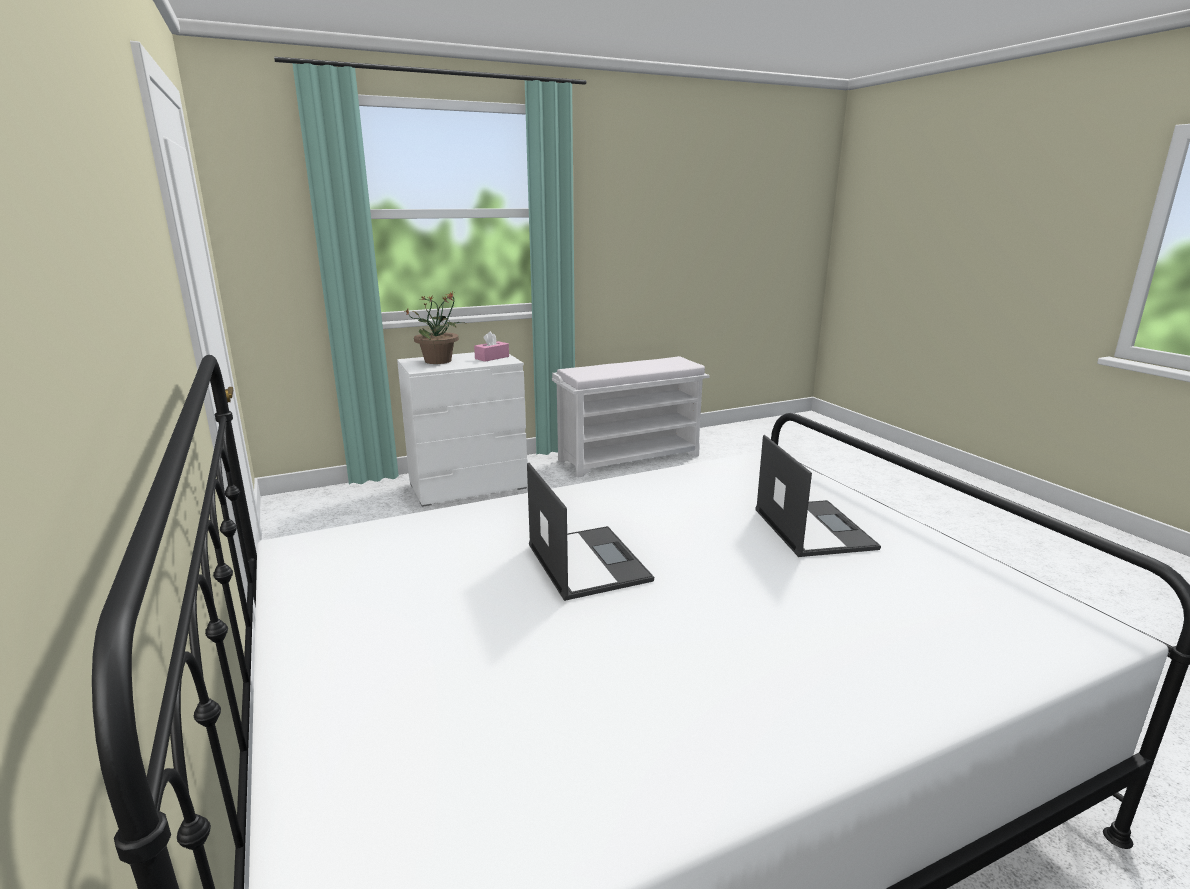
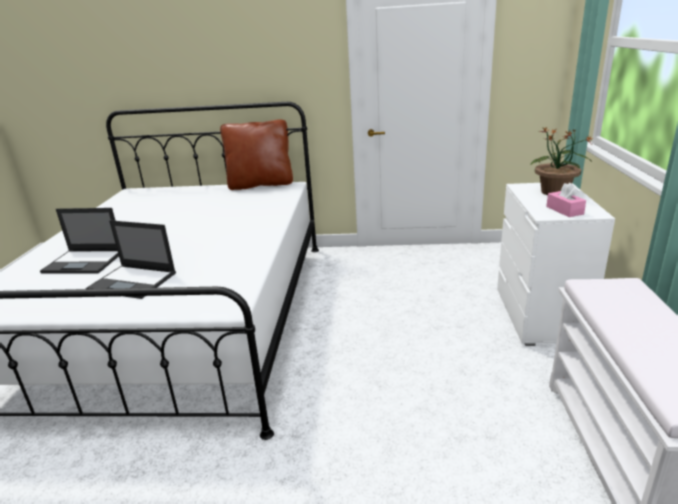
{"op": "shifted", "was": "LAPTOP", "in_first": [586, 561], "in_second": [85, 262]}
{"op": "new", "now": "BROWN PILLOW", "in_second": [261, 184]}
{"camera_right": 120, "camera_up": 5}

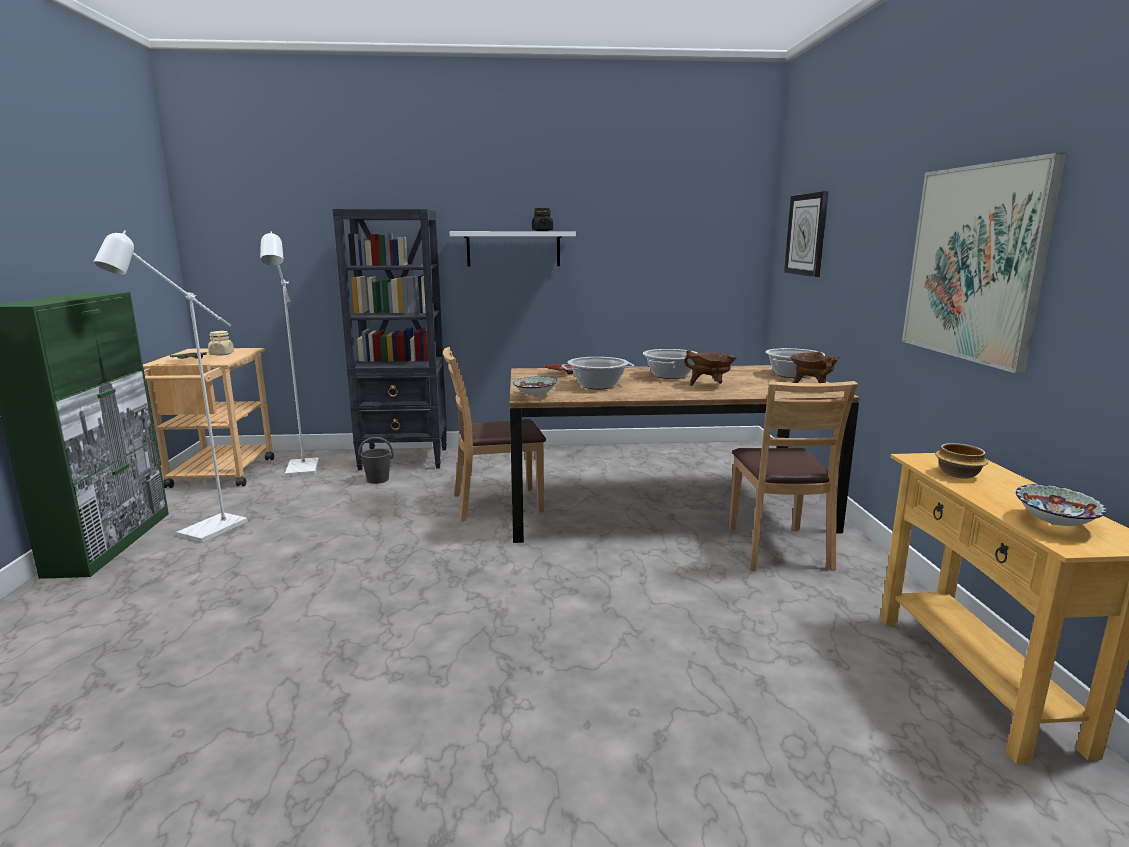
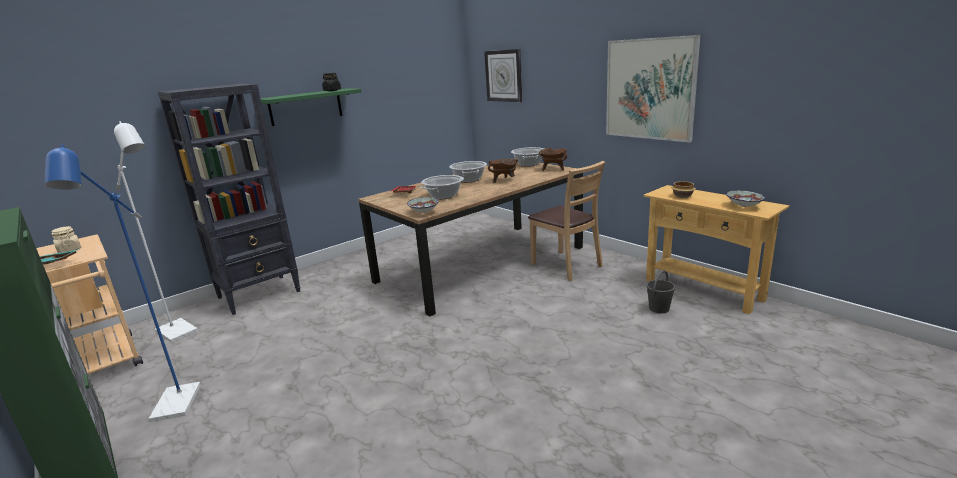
{"op": "repainted", "was": "WHITE FLOOR LAMP", "now": "BLUE FLOOR LAMP", "in_first": [203, 533], "in_second": [173, 409]}
{"op": "shifted", "was": "GREY BUCKET", "in_first": [377, 480], "in_second": [659, 309]}
{"op": "gone", "was": "BROWN CHAIR", "in_first": [496, 504]}
{"op": "repainted", "was": "WHITE SHELF", "now": "GREEN SHELF", "in_first": [513, 249], "in_second": [305, 107]}
{"camera_right": -35, "camera_up": 5}

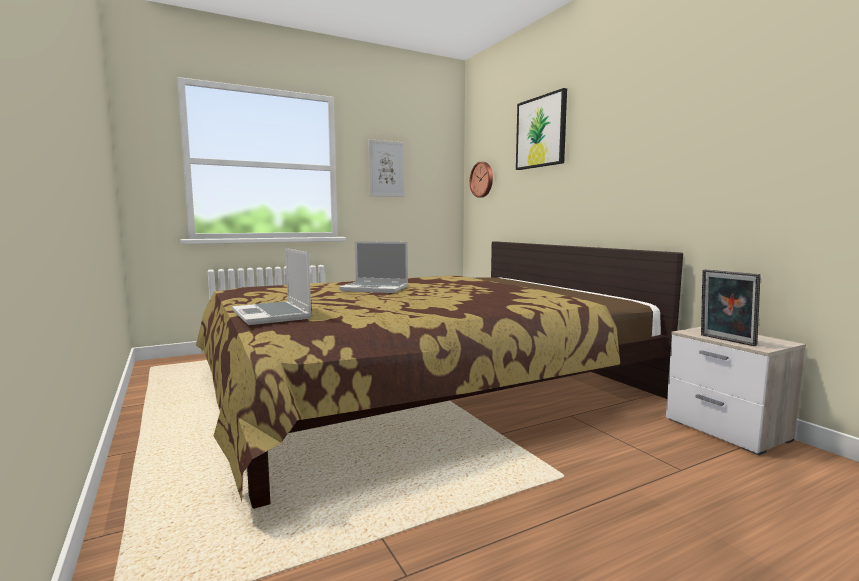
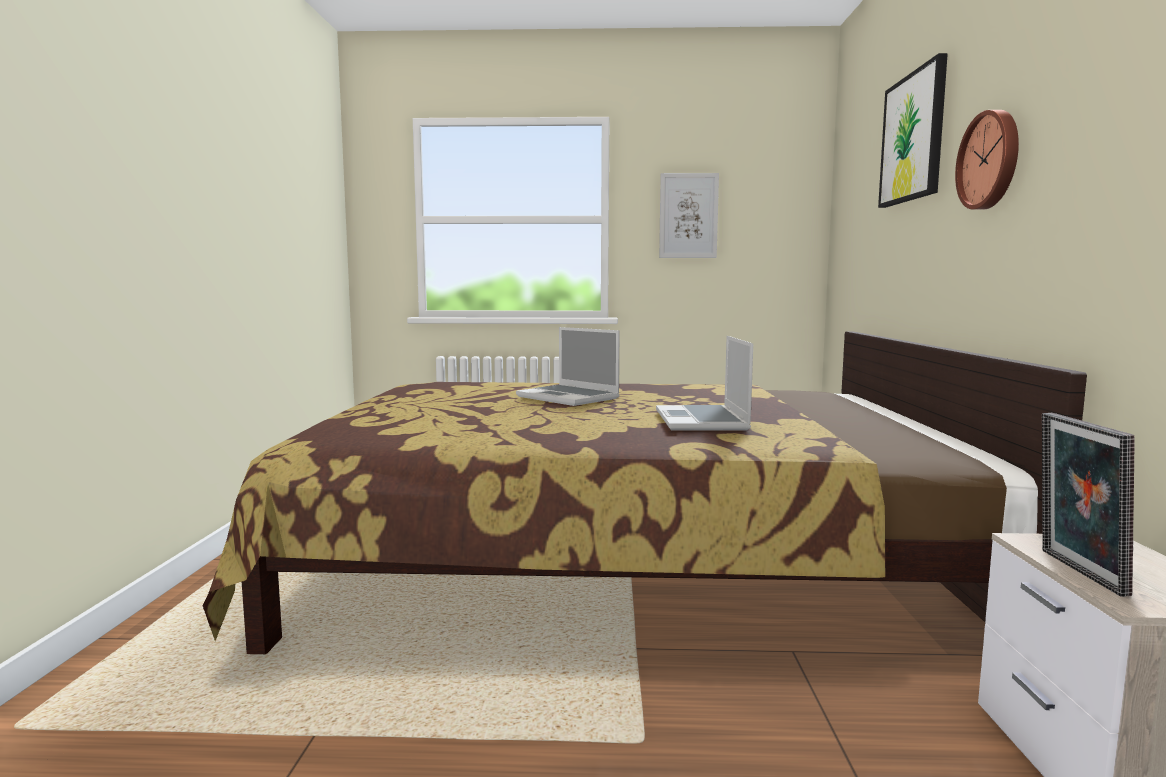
{"op": "shifted", "was": "LAPTOP", "in_first": [272, 315], "in_second": [702, 421]}
{"op": "shifted", "was": "WALL CLOCK", "in_first": [482, 179], "in_second": [990, 160]}
{"camera_right": 30, "camera_up": 0}

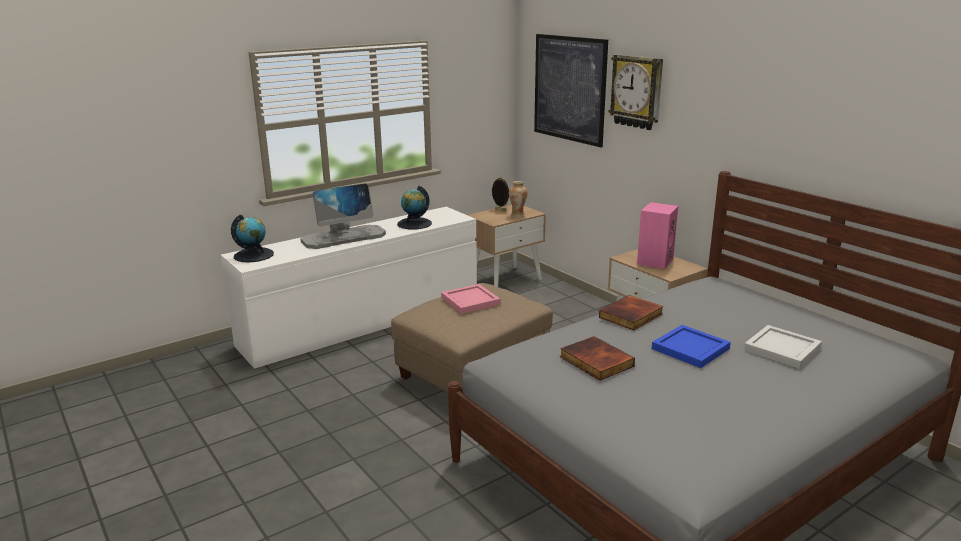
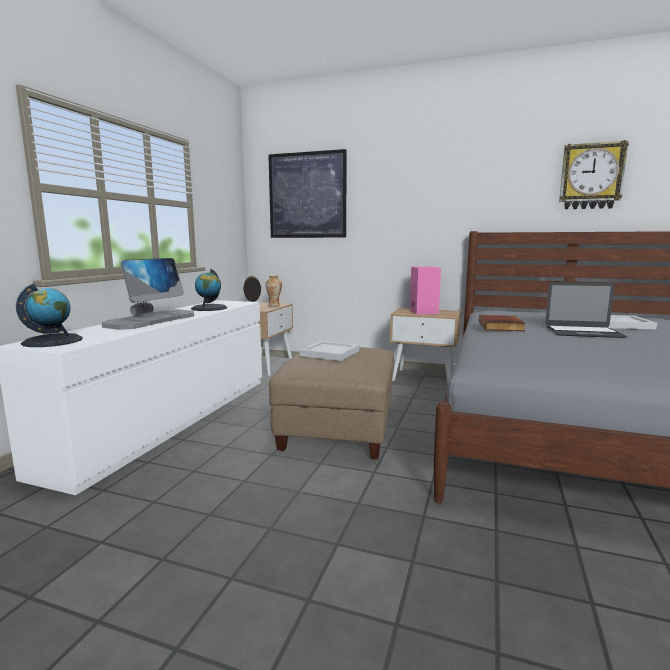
{"op": "repainted", "was": "PINK TRAY", "now": "WHITE TRAY", "in_first": [471, 301], "in_second": [331, 353]}
{"op": "gone", "was": "BOOK", "in_first": [595, 361]}
{"op": "shifted", "was": "WALL CLOCK", "in_first": [637, 91], "in_second": [591, 176]}
{"op": "swapped", "was": "BLUE TRAY", "now": "LAPTOP", "in_first": [691, 349], "in_second": [583, 332]}
{"camera_right": -35, "camera_up": -10}

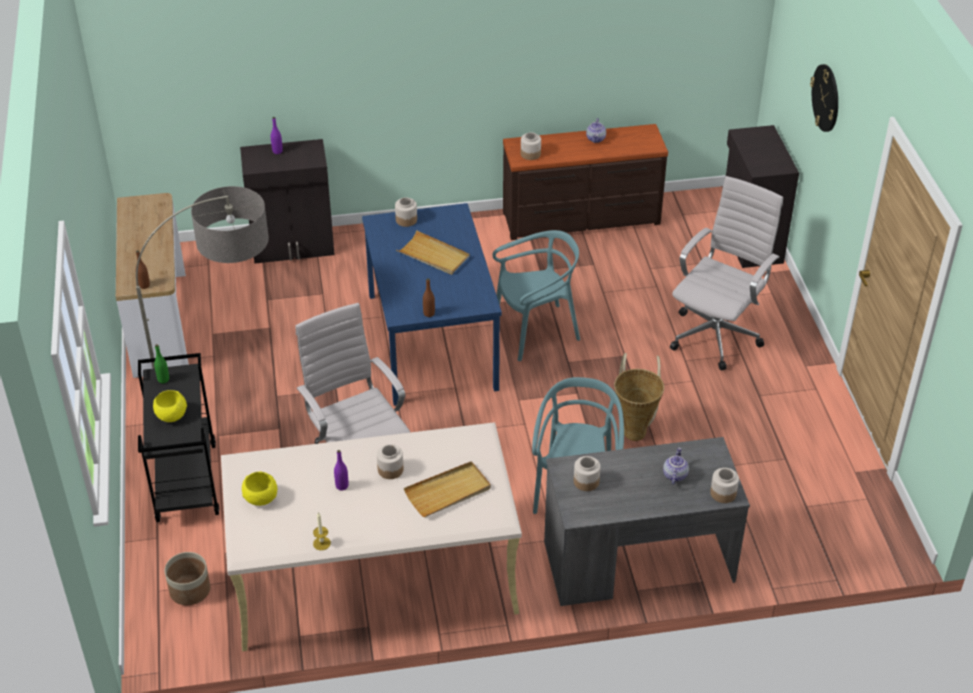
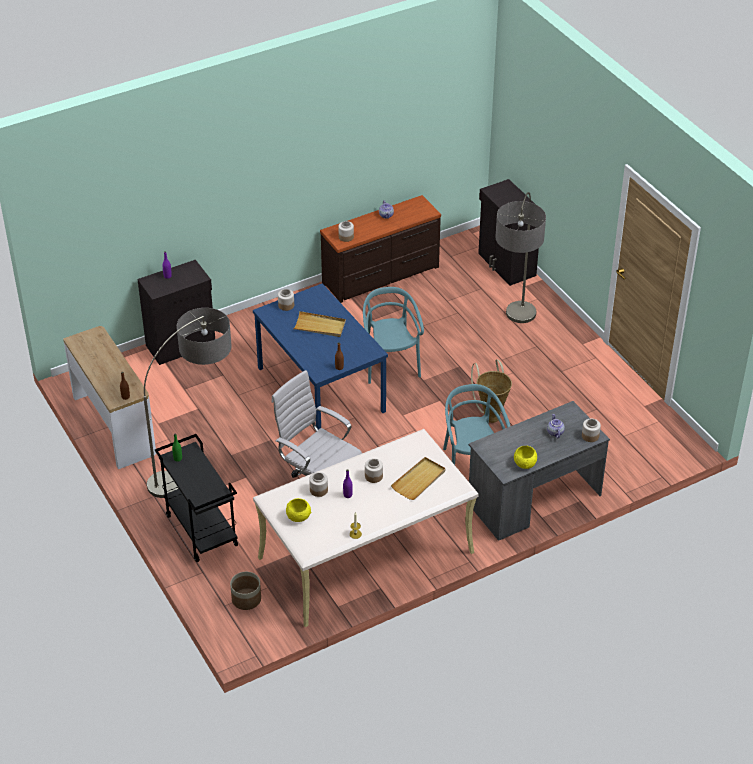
{"op": "shifted", "was": "YELLOW BOWL", "in_first": [172, 415], "in_second": [525, 463]}
{"op": "rotated", "was": "TURQUOISE CHAIR", "in_first": [536, 331], "in_second": [390, 364], "clockwise": -60}
{"op": "shifted", "was": "JAR", "in_first": [586, 482], "in_second": [318, 490]}
{"op": "swapped", "was": "WHITE OFFICE CHAIR", "now": "FLOOR LAMP", "in_first": [717, 334], "in_second": [514, 337]}
{"op": "gone", "was": "WALL CLOCK", "in_first": [826, 98]}
{"camera_right": -20, "camera_up": 0}

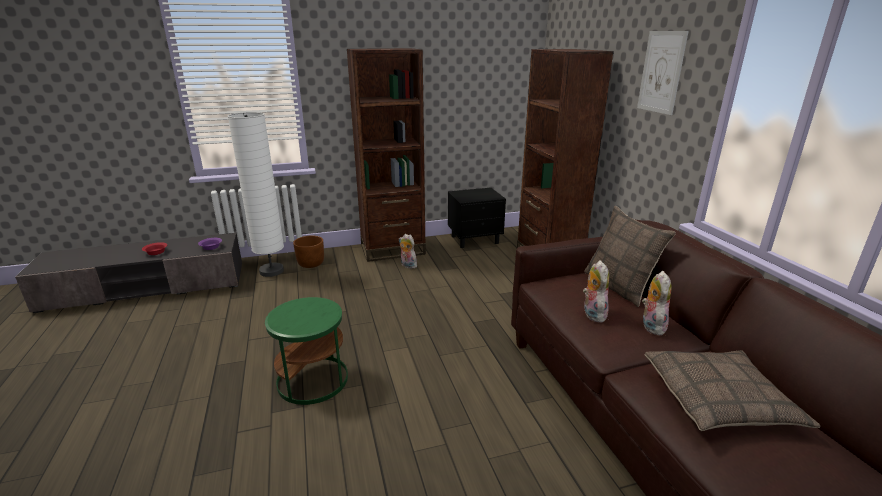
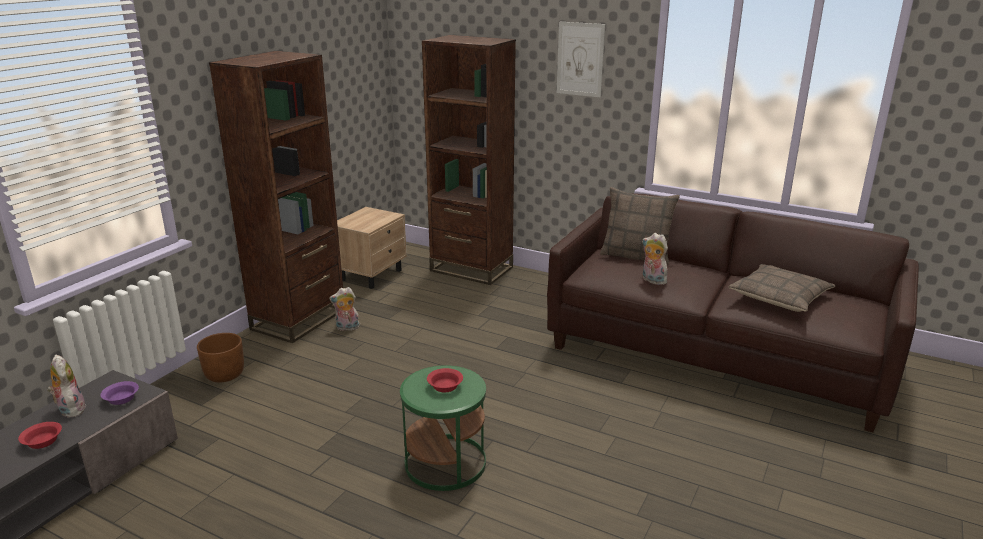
{"op": "gone", "was": "WHITE FLOOR LAMP", "in_first": [271, 271]}
{"op": "repainted", "was": "BLACK NIGHTSTAND", "now": "BEIGE NIGHTSTAND", "in_first": [475, 240], "in_second": [372, 275]}
{"op": "shifted", "was": "PLUSH TOY", "in_first": [651, 325], "in_second": [70, 409]}
{"op": "new", "now": "RED BOWL", "in_second": [444, 386]}
{"camera_right": -45, "camera_up": 0}

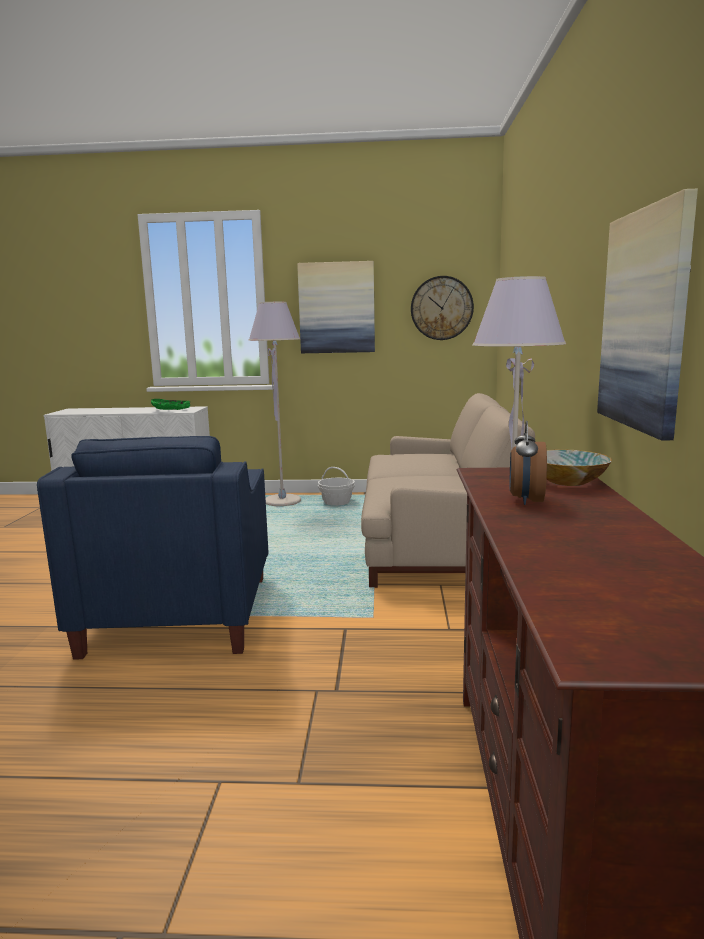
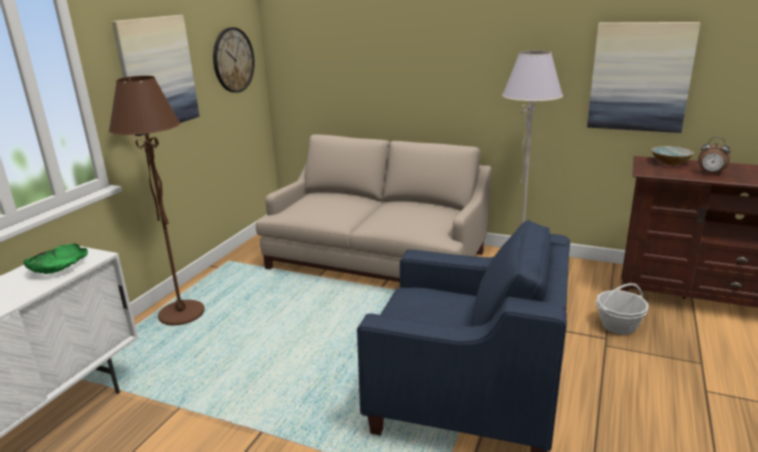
{"op": "repainted", "was": "GREY FLOOR LAMP", "now": "BROWN FLOOR LAMP", "in_first": [282, 501], "in_second": [182, 313]}
{"op": "shifted", "was": "BASKET", "in_first": [336, 502], "in_second": [618, 325]}
{"camera_right": -70, "camera_up": 10}

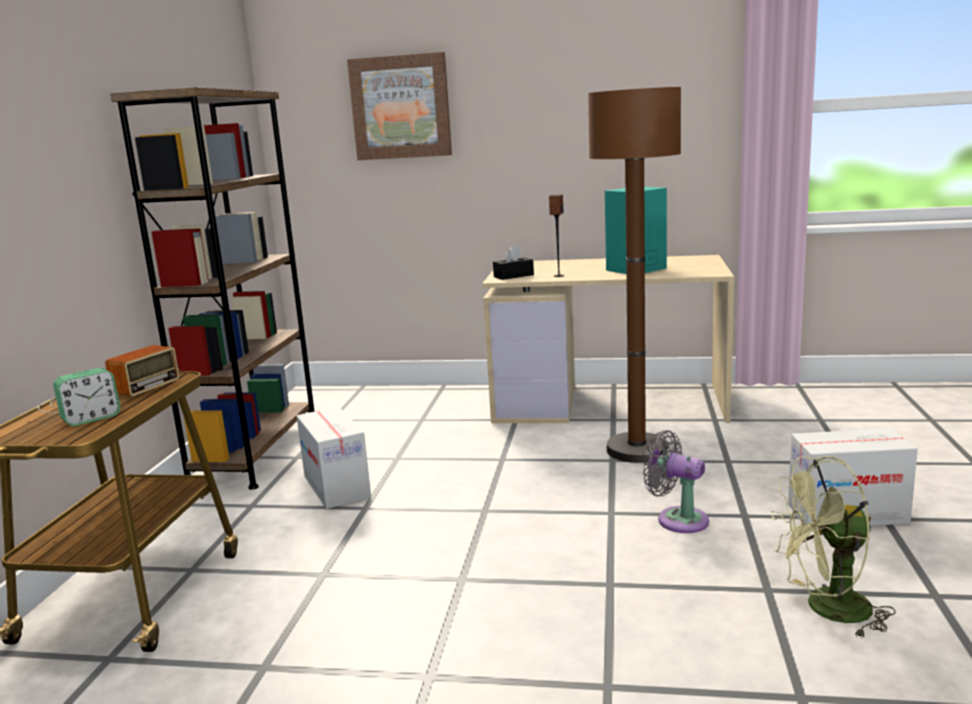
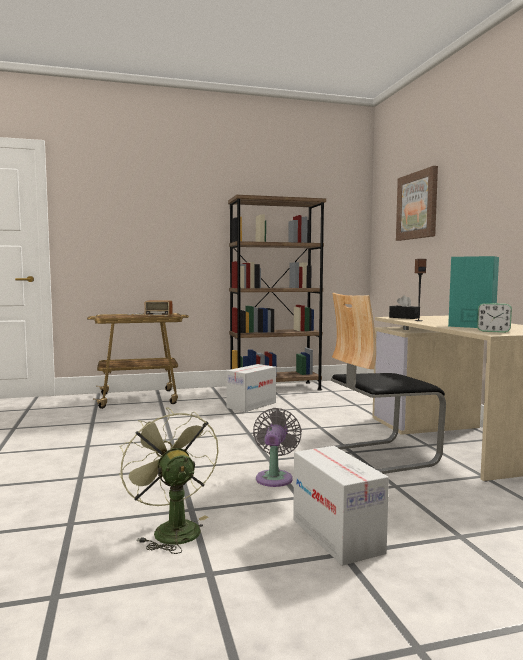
{"op": "shifted", "was": "ALARM CLOCK", "in_first": [91, 418], "in_second": [493, 331]}
{"op": "swapped", "was": "BROWN FLOOR LAMP", "now": "CHAIR", "in_first": [636, 450], "in_second": [378, 456]}
{"camera_right": 65, "camera_up": -10}

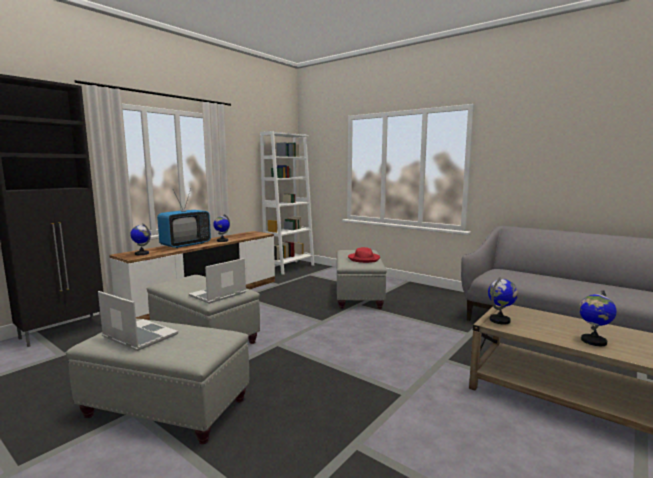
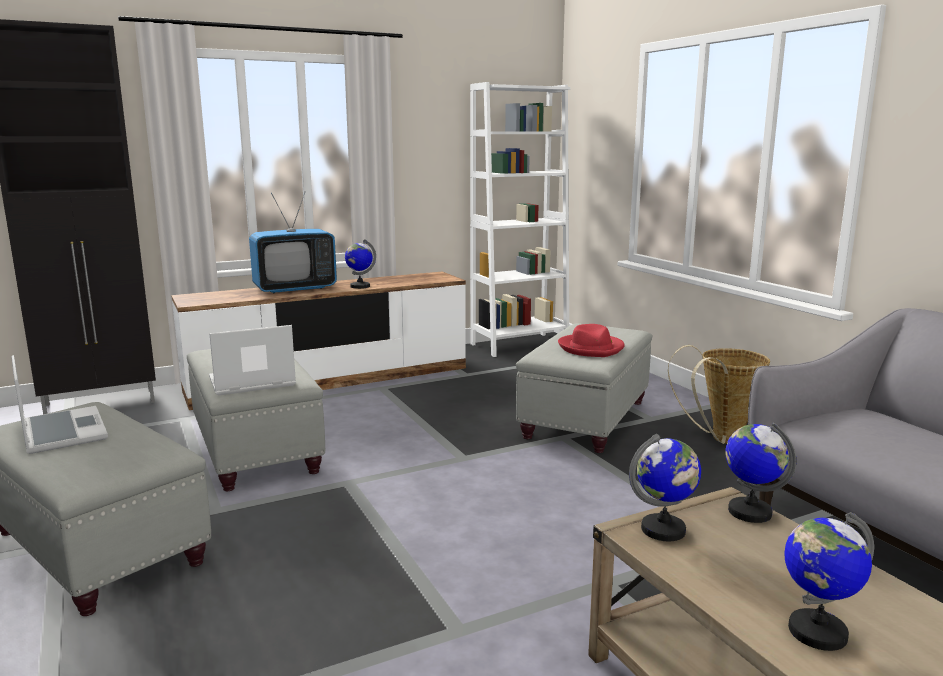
{"op": "shifted", "was": "GLOBE", "in_first": [142, 253], "in_second": [749, 512]}
{"op": "new", "now": "BASKET", "in_second": [720, 439]}
{"camera_right": 25, "camera_up": 5}

